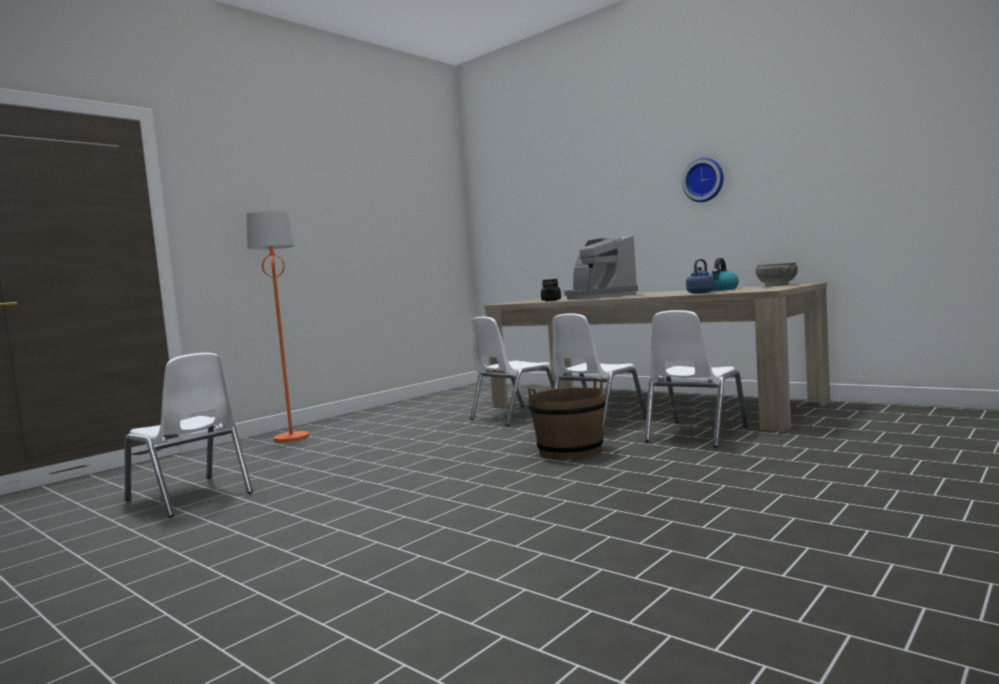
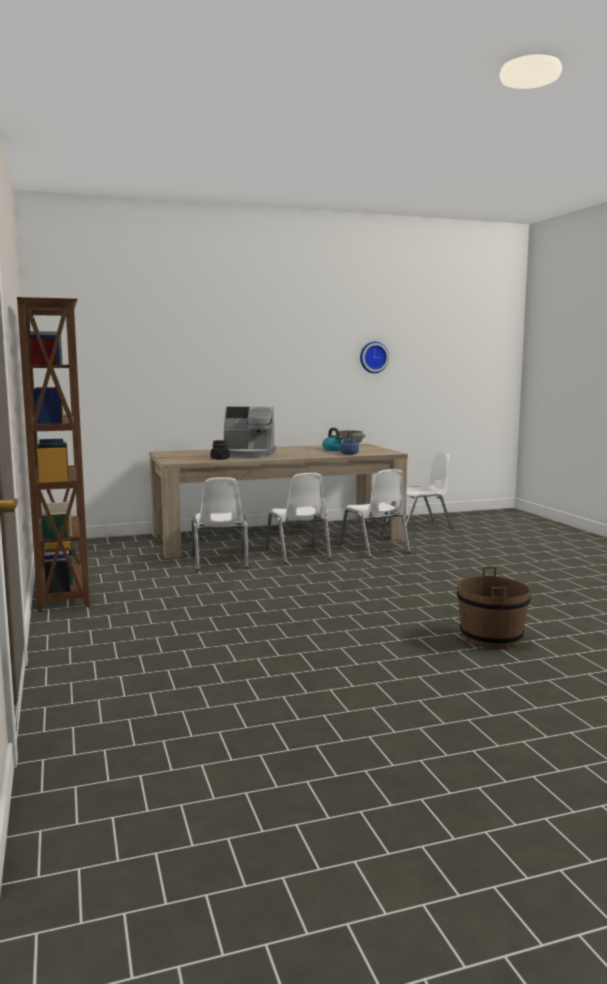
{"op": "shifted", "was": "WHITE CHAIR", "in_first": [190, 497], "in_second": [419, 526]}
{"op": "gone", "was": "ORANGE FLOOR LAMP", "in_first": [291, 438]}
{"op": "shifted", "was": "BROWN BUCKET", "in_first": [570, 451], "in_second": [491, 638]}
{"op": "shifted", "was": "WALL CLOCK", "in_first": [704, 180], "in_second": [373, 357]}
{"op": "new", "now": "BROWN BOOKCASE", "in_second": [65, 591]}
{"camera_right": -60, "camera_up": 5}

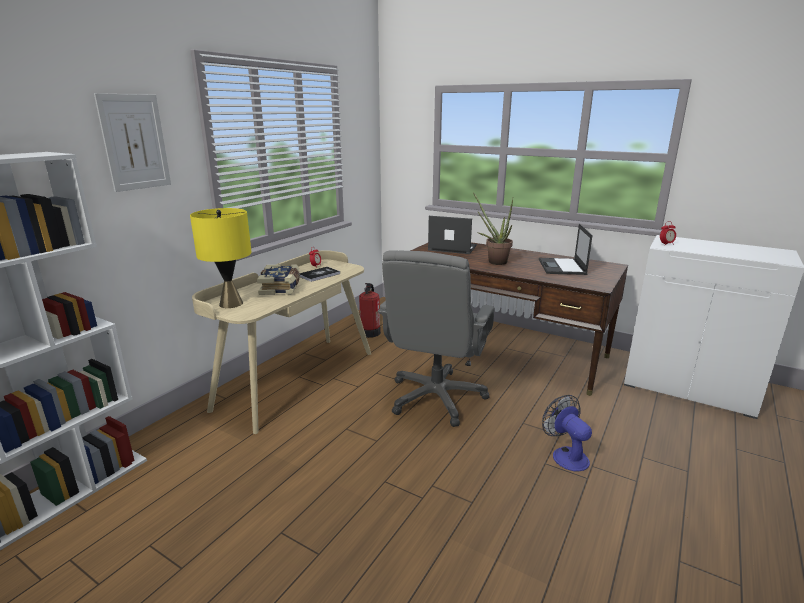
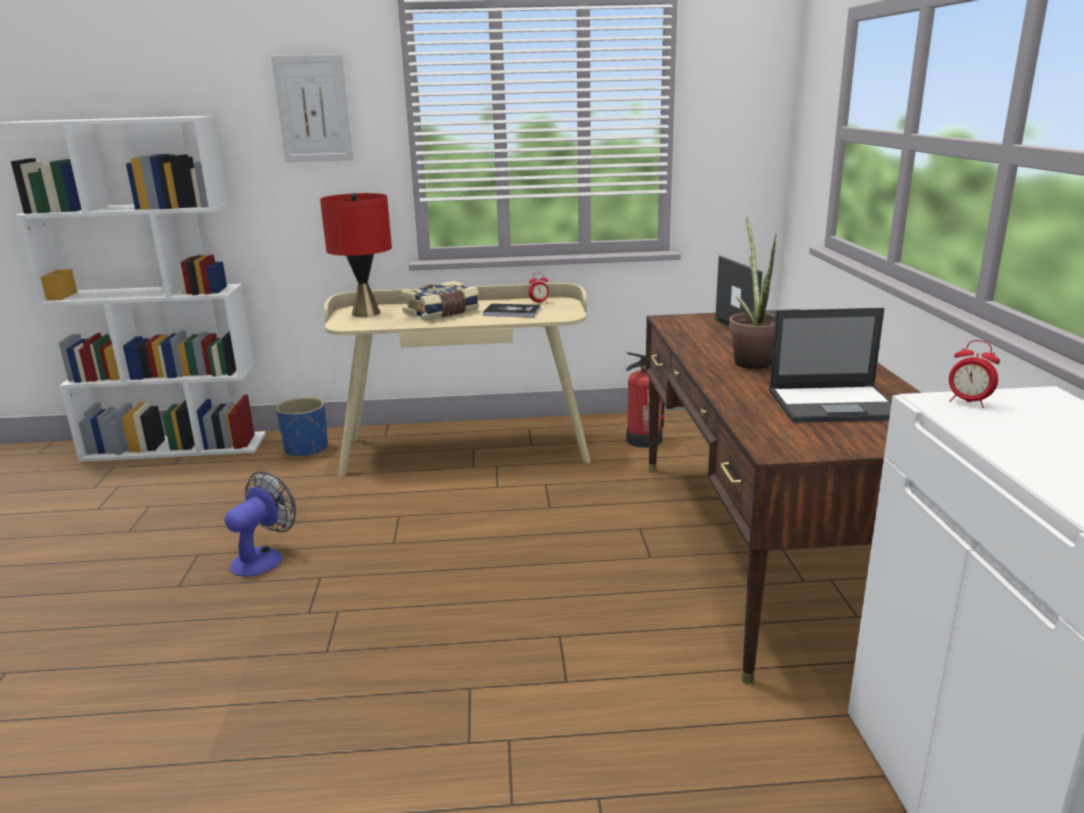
{"op": "repainted", "was": "YELLOW TABLE LAMP", "now": "RED TABLE LAMP", "in_first": [230, 304], "in_second": [366, 313]}
{"op": "gone", "was": "GREY OFFICE CHAIR", "in_first": [436, 398]}
{"op": "rotated", "was": "LAPTOP", "in_first": [562, 267], "in_second": [835, 404], "clockwise": -150}
{"op": "shifted", "was": "FAN", "in_first": [565, 455], "in_second": [263, 557]}
{"op": "new", "now": "BLUE PLANTER", "in_second": [307, 449]}
{"camera_right": 55, "camera_up": 0}

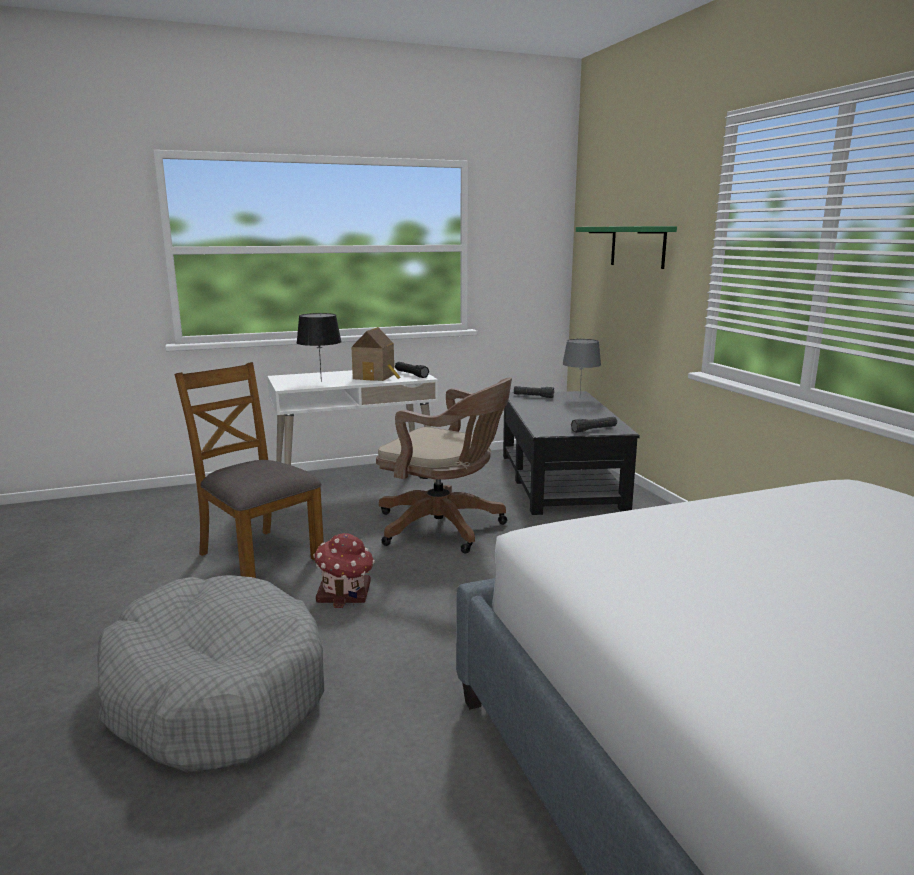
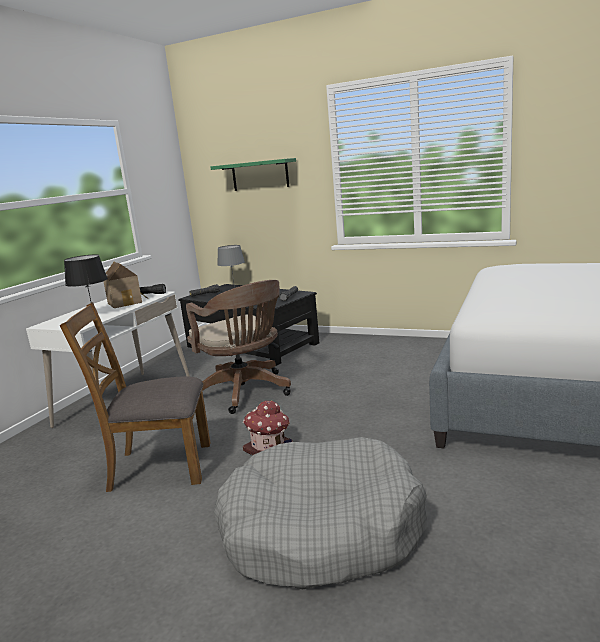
{"op": "rotated", "was": "BROWN OFFICE CHAIR", "in_first": [445, 528], "in_second": [245, 393], "clockwise": 75}
{"camera_right": -45, "camera_up": 0}

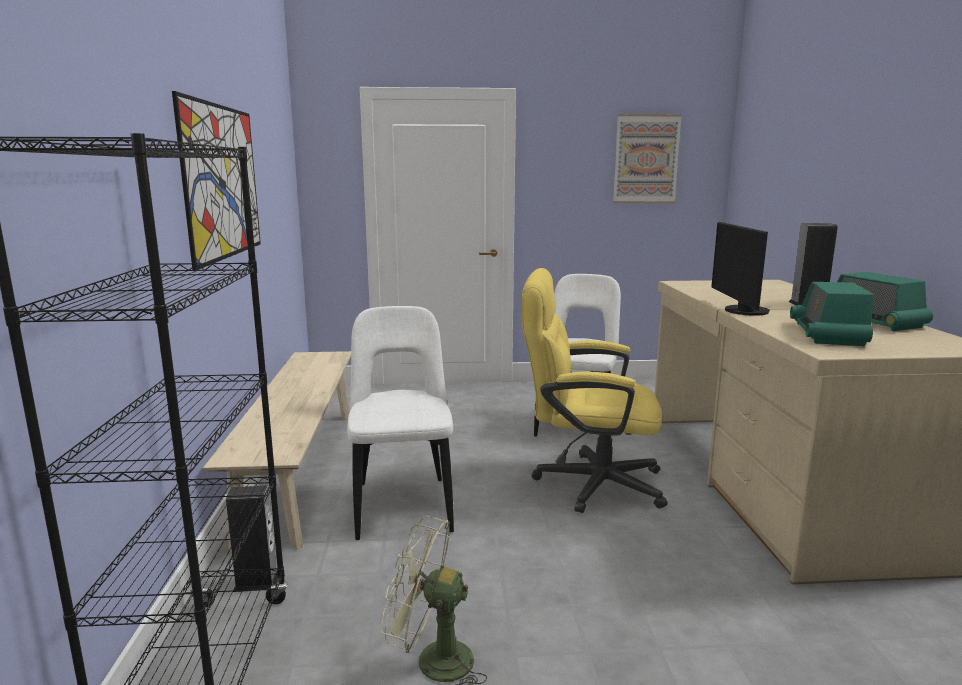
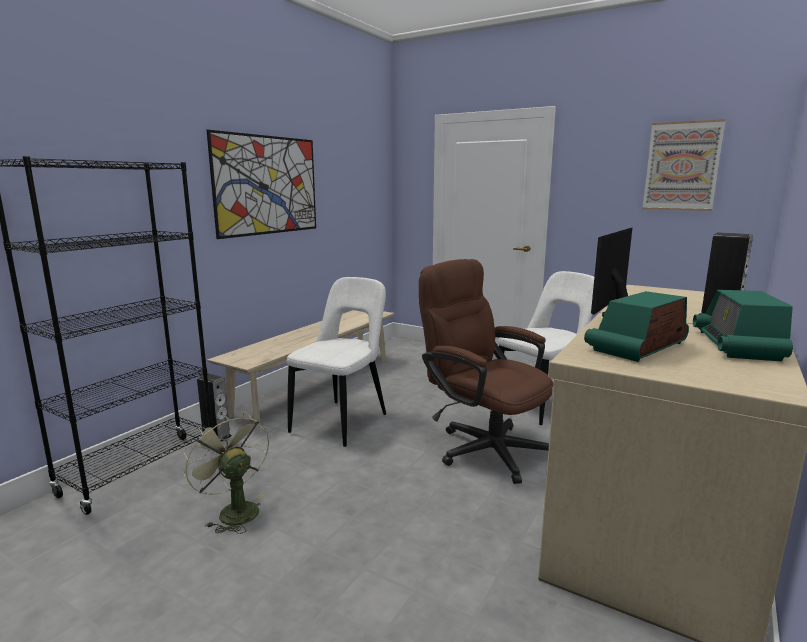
{"op": "repainted", "was": "YELLOW OFFICE CHAIR", "now": "BROWN OFFICE CHAIR", "in_first": [586, 482], "in_second": [484, 447]}
{"camera_right": 35, "camera_up": 0}

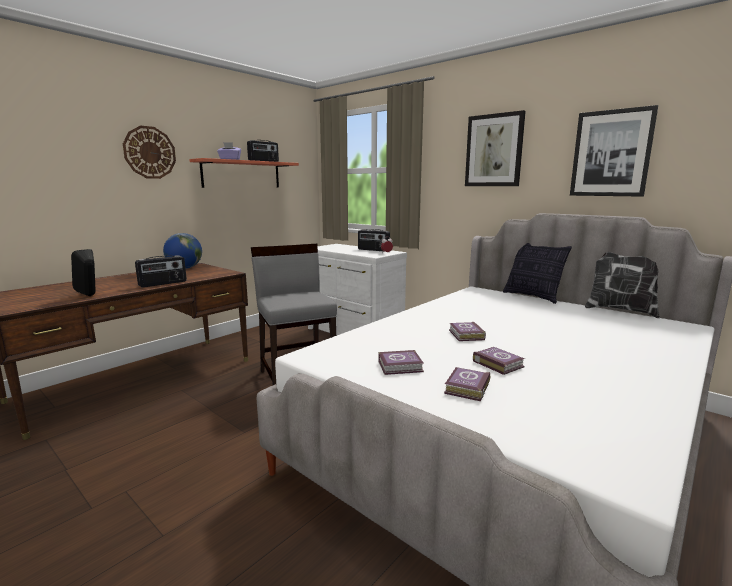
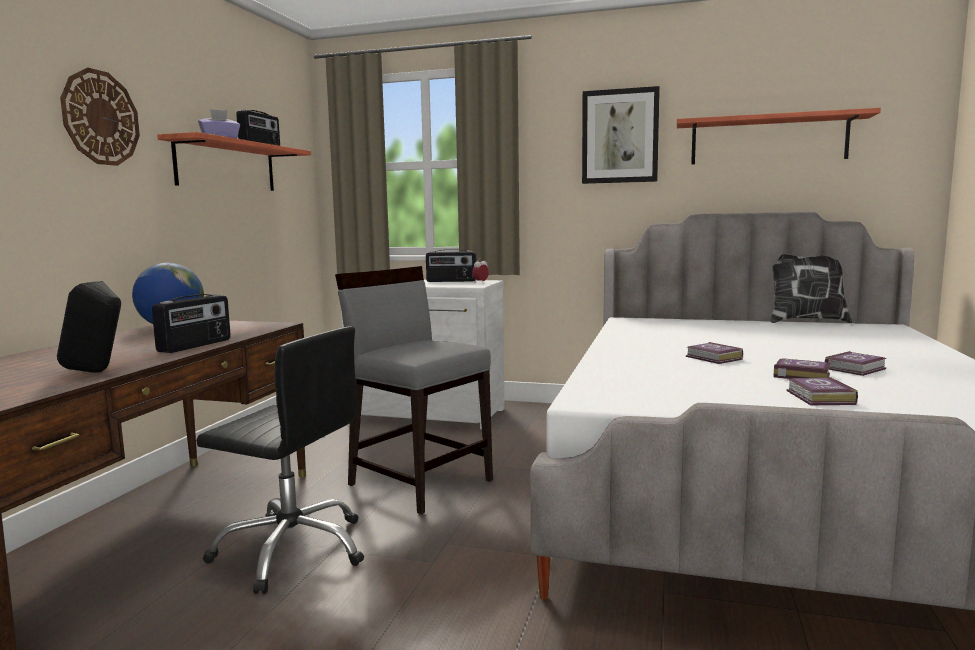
{"op": "shifted", "was": "BOOK", "in_first": [401, 366], "in_second": [856, 368]}
{"op": "gone", "was": "PILLOW", "in_first": [532, 297]}
{"op": "swapped", "was": "PICTURE", "now": "SHELF", "in_first": [611, 153], "in_second": [768, 140]}
{"op": "new", "now": "BLACK OFFICE CHAIR", "in_second": [292, 549]}
{"camera_right": -25, "camera_up": -5}

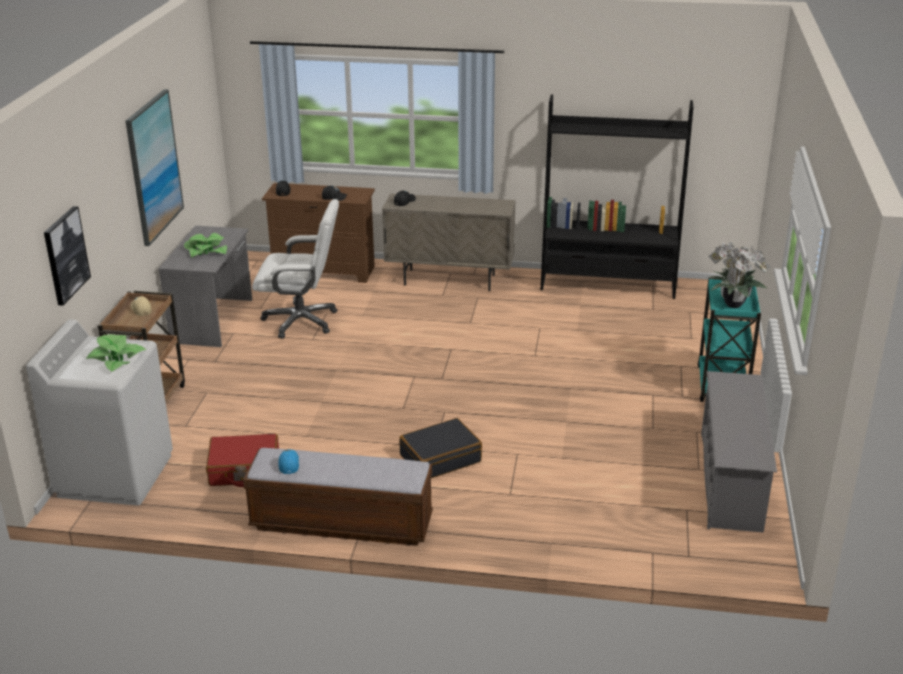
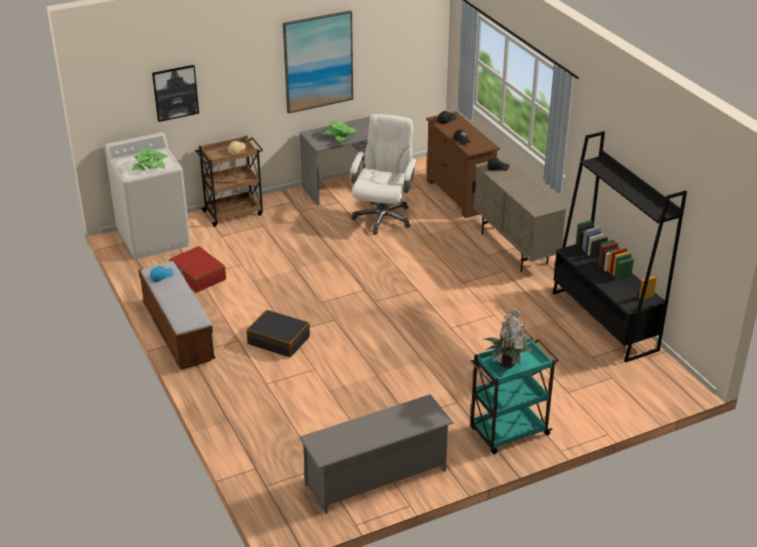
{"op": "rotated", "was": "WHITE OFFICE CHAIR", "in_first": [301, 321], "in_second": [383, 217], "clockwise": -135}
{"camera_right": 55, "camera_up": 5}

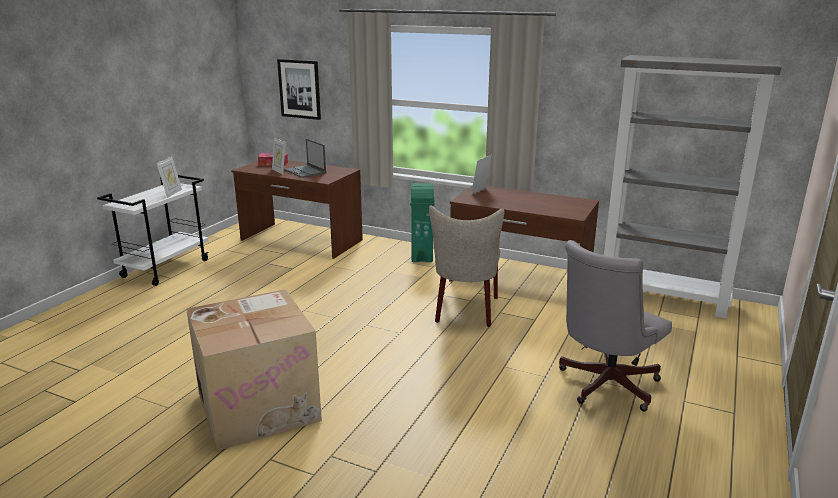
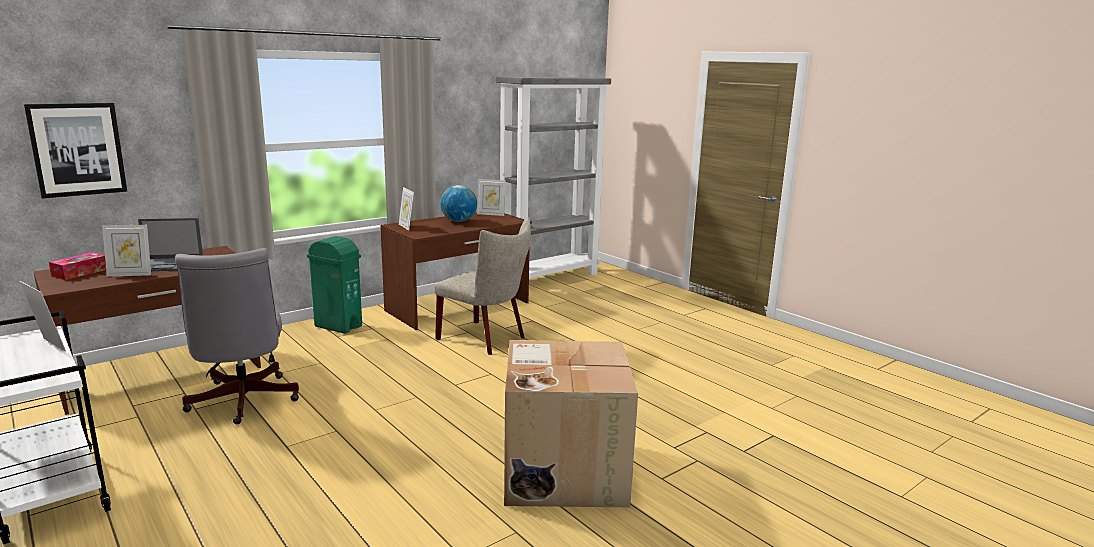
{"op": "shifted", "was": "GREY OFFICE CHAIR", "in_first": [604, 386], "in_second": [242, 402]}
{"op": "new", "now": "GLOBE", "in_second": [458, 221]}
{"op": "new", "now": "PICTURE FRAME", "in_second": [491, 214]}
{"camera_right": -65, "camera_up": -5}

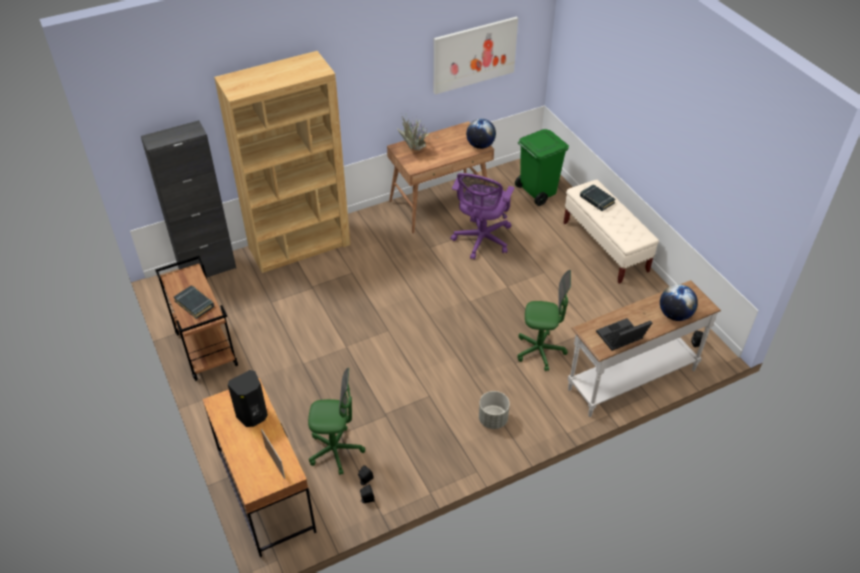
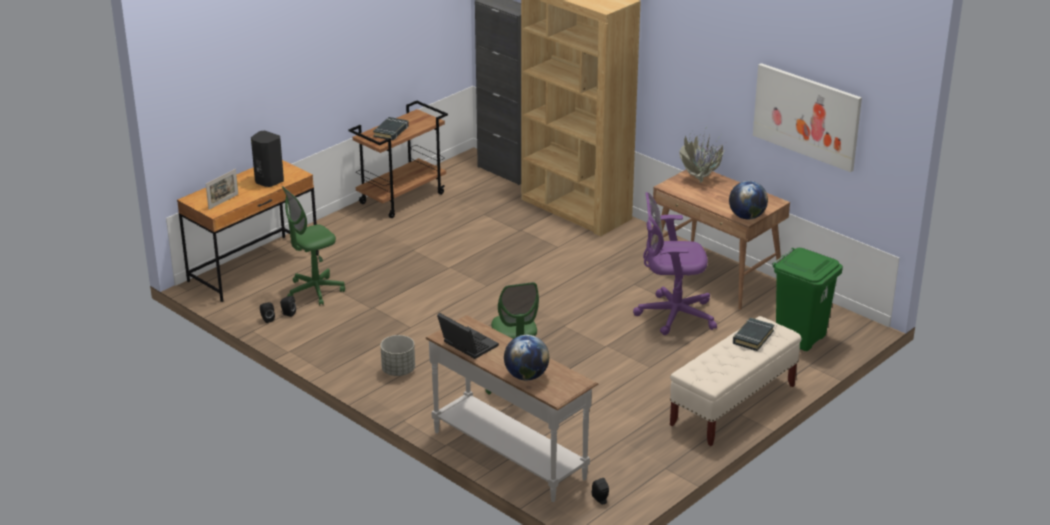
{"op": "rotated", "was": "GREEN OFFICE CHAIR", "in_first": [335, 451], "in_second": [315, 291], "clockwise": 75}
{"camera_right": 70, "camera_up": -15}

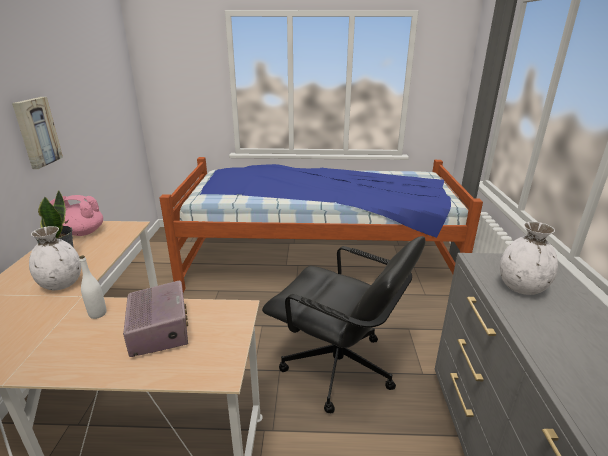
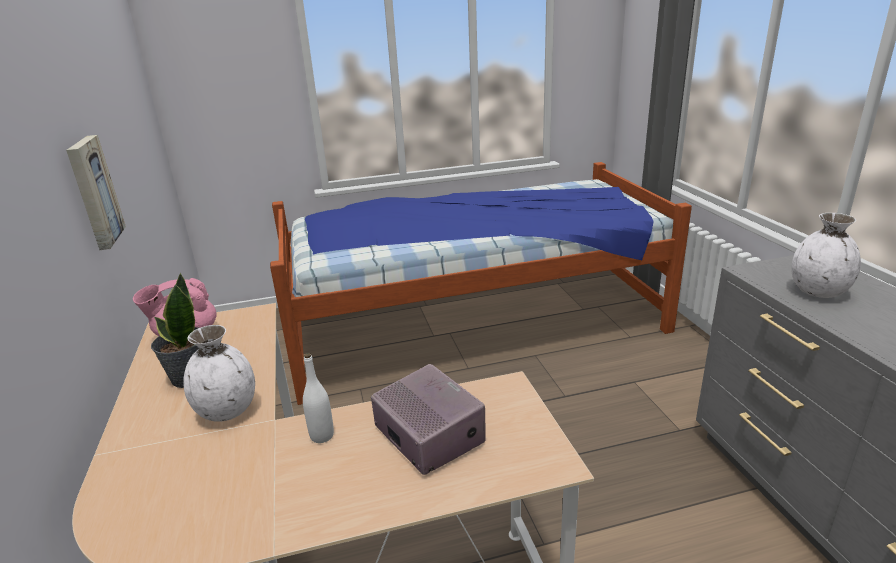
{"op": "gone", "was": "BLACK OFFICE CHAIR", "in_first": [339, 368]}
{"camera_right": -15, "camera_up": 0}

